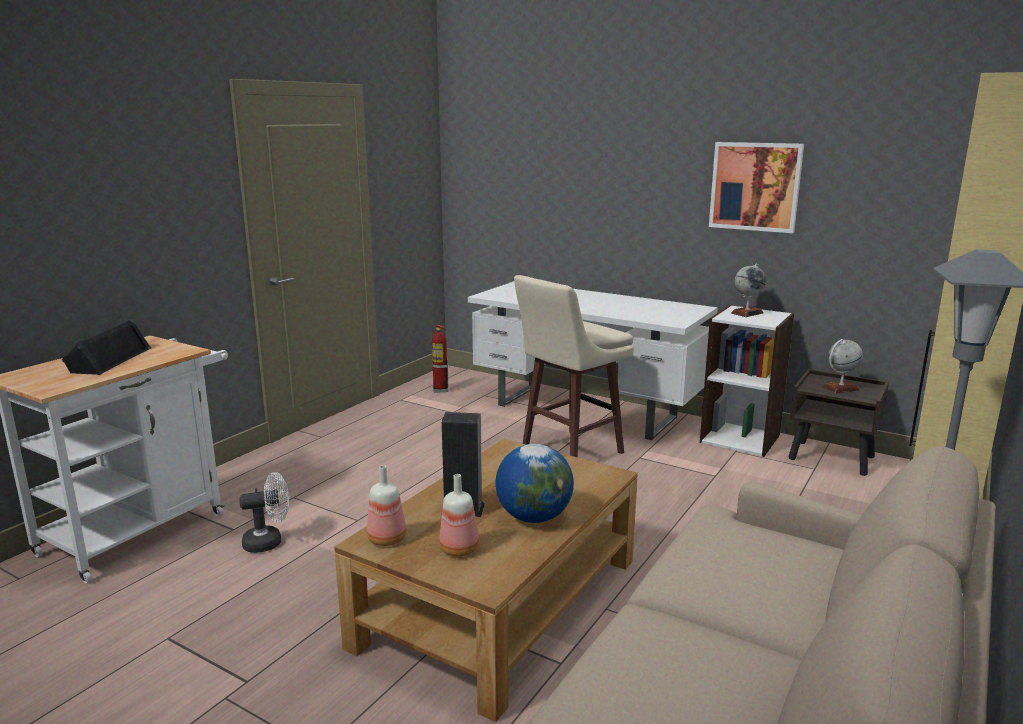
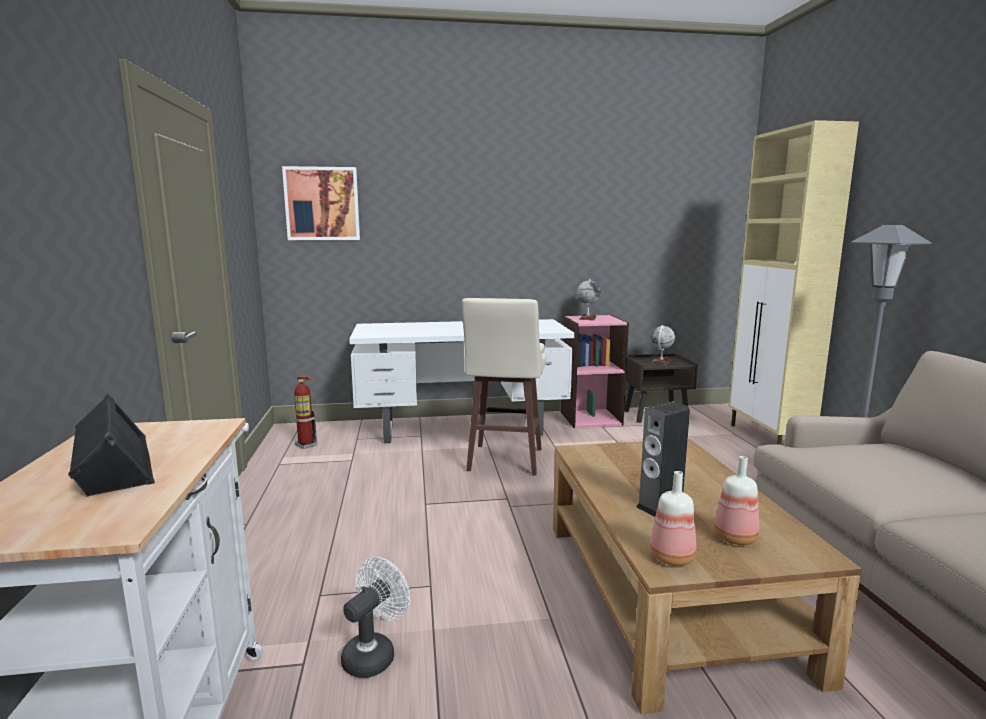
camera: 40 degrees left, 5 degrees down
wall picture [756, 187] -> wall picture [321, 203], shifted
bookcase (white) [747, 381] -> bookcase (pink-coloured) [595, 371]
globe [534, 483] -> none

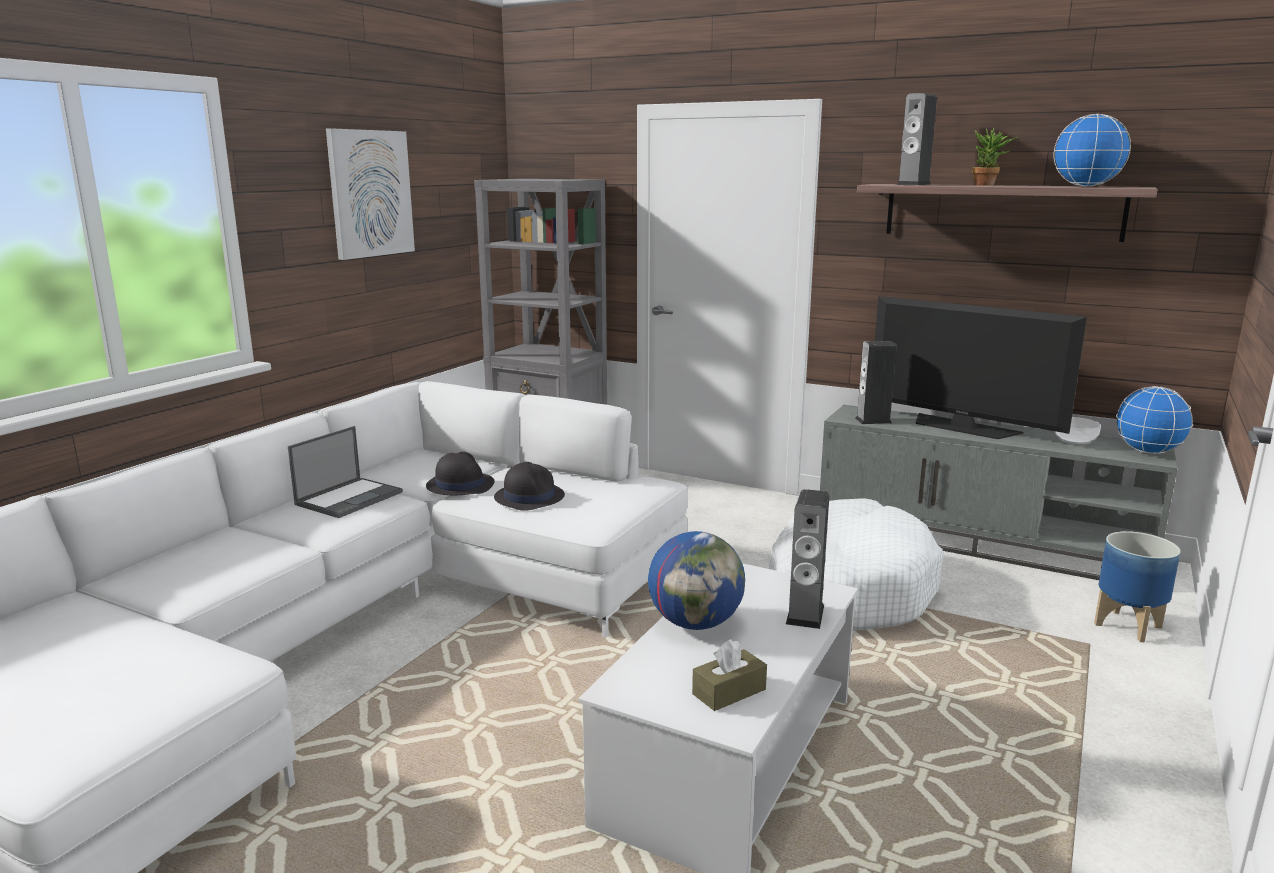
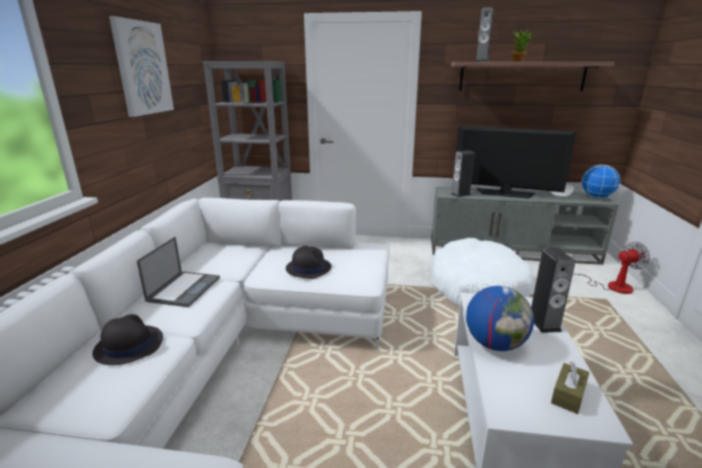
camera: 20 degrees left, 5 degrees up
hat (blackish) [460, 473] -> hat (blackish) [127, 339], shifted
planter [1137, 586] -> fan [613, 268]
globe [1092, 150] -> none

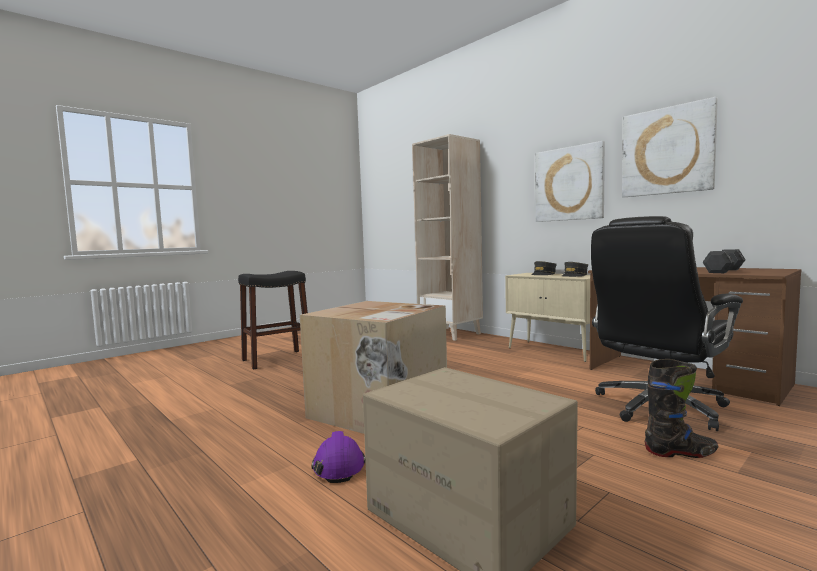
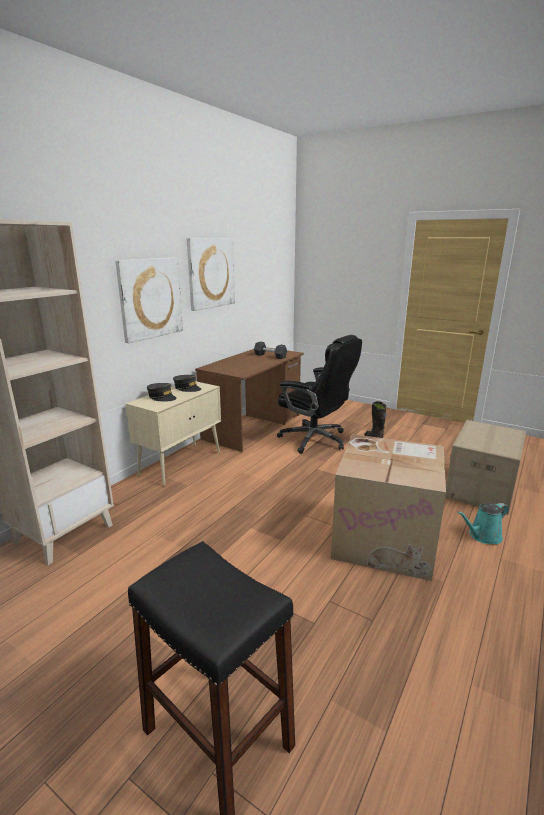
camera: 105 degrees left, 15 degrees up
hard hat (purple) [338, 457] -> watering can (turquoise) [483, 523]

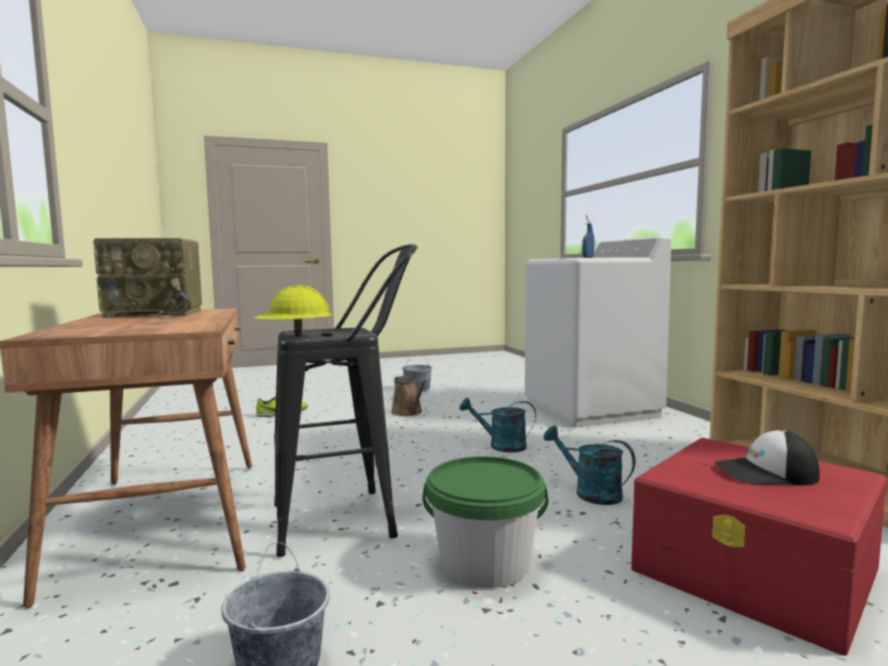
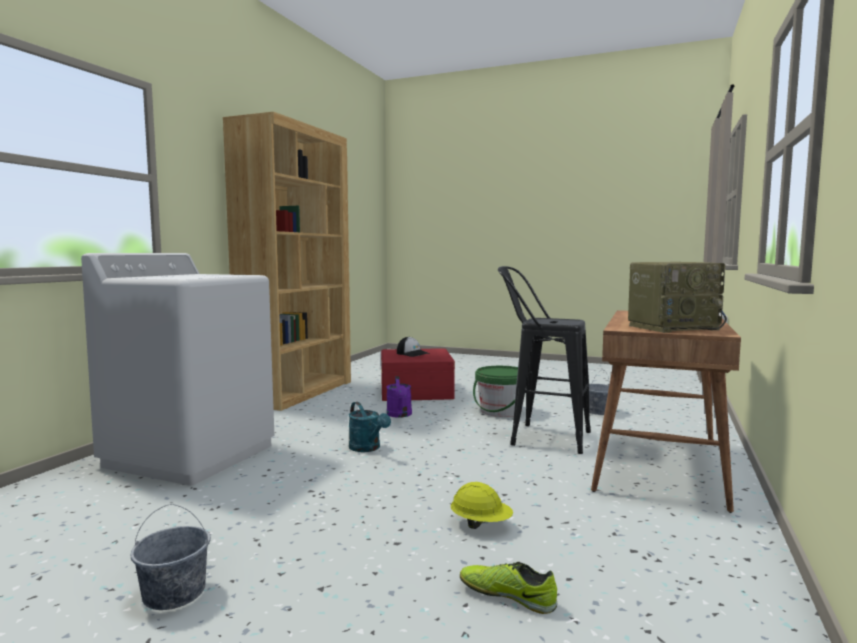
camera: 140 degrees left, 0 degrees up
watering can (turquoise) [589, 465] -> watering can (purple) [399, 397]
hard hat (yellowish) [293, 310] -> hard hat (yellowish) [482, 505], shifted
radio set [147, 278] -> radio set [677, 297], 135 degrees clockwise
watering can (brown-coloured) [409, 396] -> none
spray bottle (bluish) [588, 236] -> none

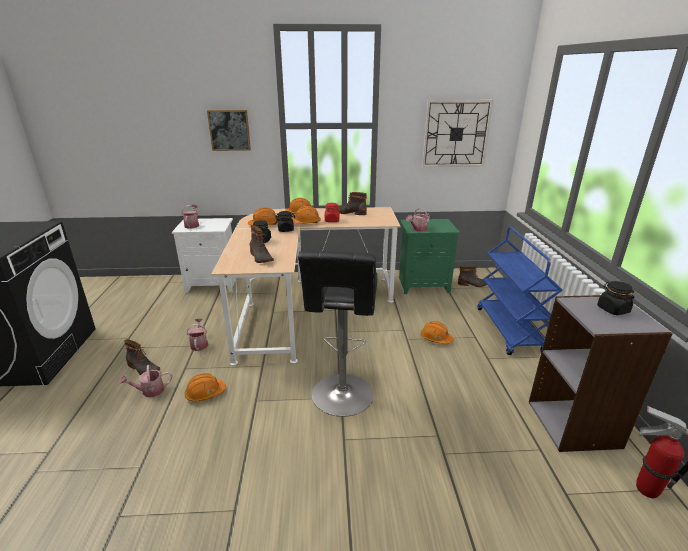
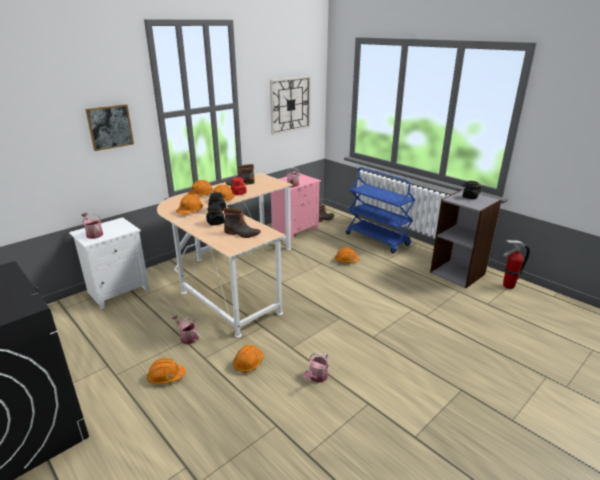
camera: 40 degrees left, 0 degrees up
high-top boot [142, 357] -> hard hat (orange-coloured) [166, 371]
nightstand (green) [429, 256] -> nightstand (pink-coloured) [296, 207]
watering can [146, 381] -> watering can [316, 368], shifted
stool seat (blackish) [338, 333] -> none

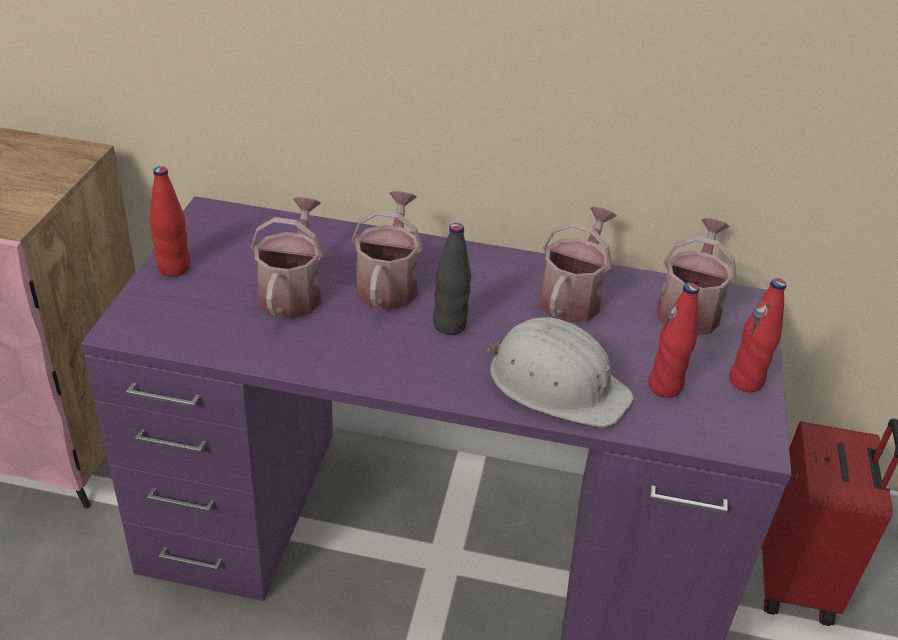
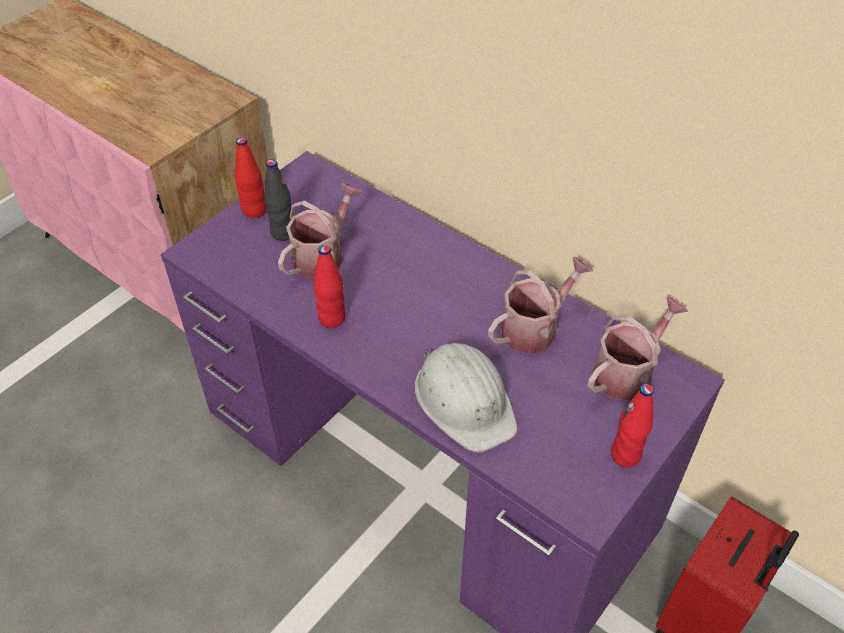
camera: 30 degrees right, 10 degrees up
bottle (blackish) [452, 279] -> bottle (blackish) [277, 200], shifted
bottle (red) [673, 340] -> bottle (red) [330, 286], shifted
watering can [387, 250] -> none

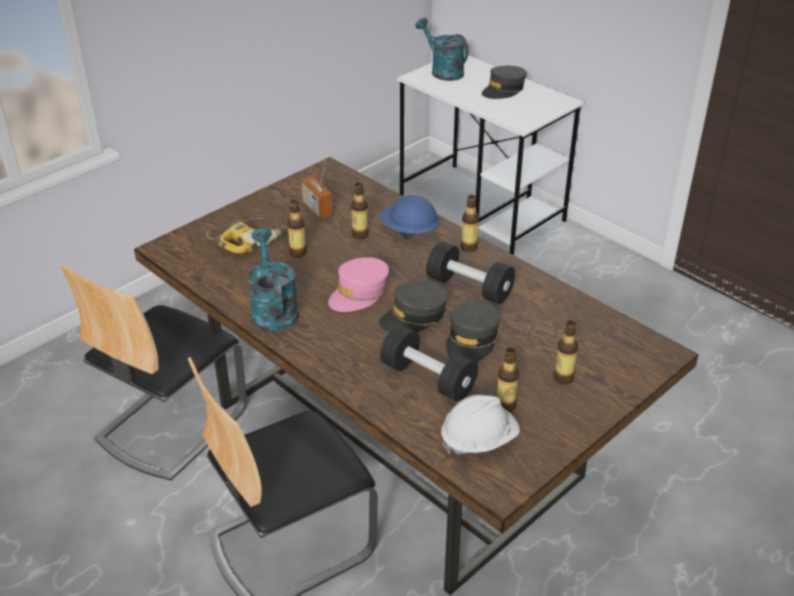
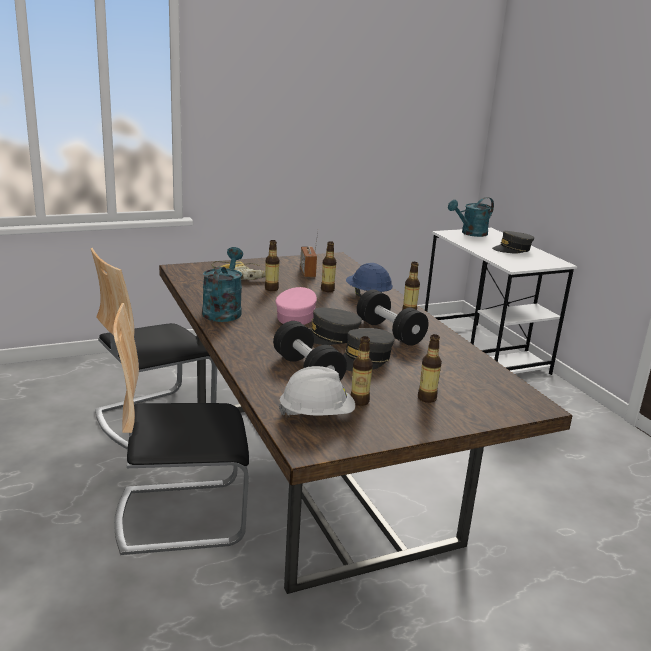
camera: 20 degrees right, 15 degrees down
peaked cap (pink-coloured) [358, 284] -> peaked cap (pink-coloured) [296, 306], 135 degrees clockwise
watering can (turquoise) [442, 49] -> watering can (turquoise) [471, 217], 105 degrees counterclockwise

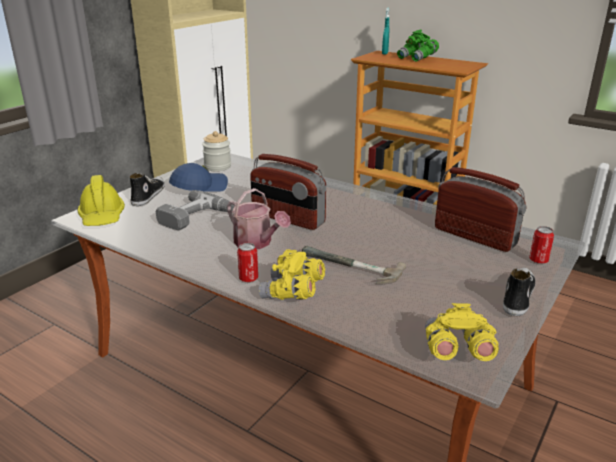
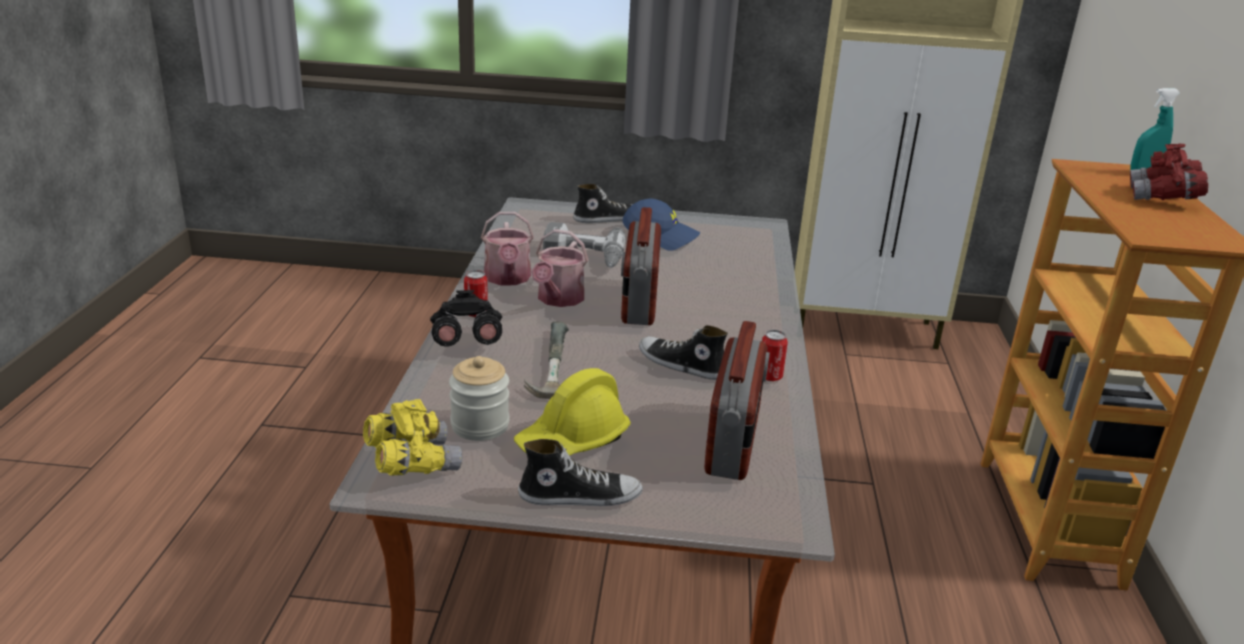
camera: 60 degrees right, 0 degrees up
binoculars (yellowish) [291, 274] -> binoculars (blackish) [466, 318]
preserve jar [216, 151] -> preserve jar [479, 398], shifted
none -> watering can [507, 248]
hard hat (yellowish) [101, 200] -> hard hat (yellowish) [572, 412], shifted
none -> shoe [683, 352]
sealed can [541, 245] -> sealed can [775, 355], shifted
binoculars (green) [418, 46] -> binoculars (red) [1169, 172]

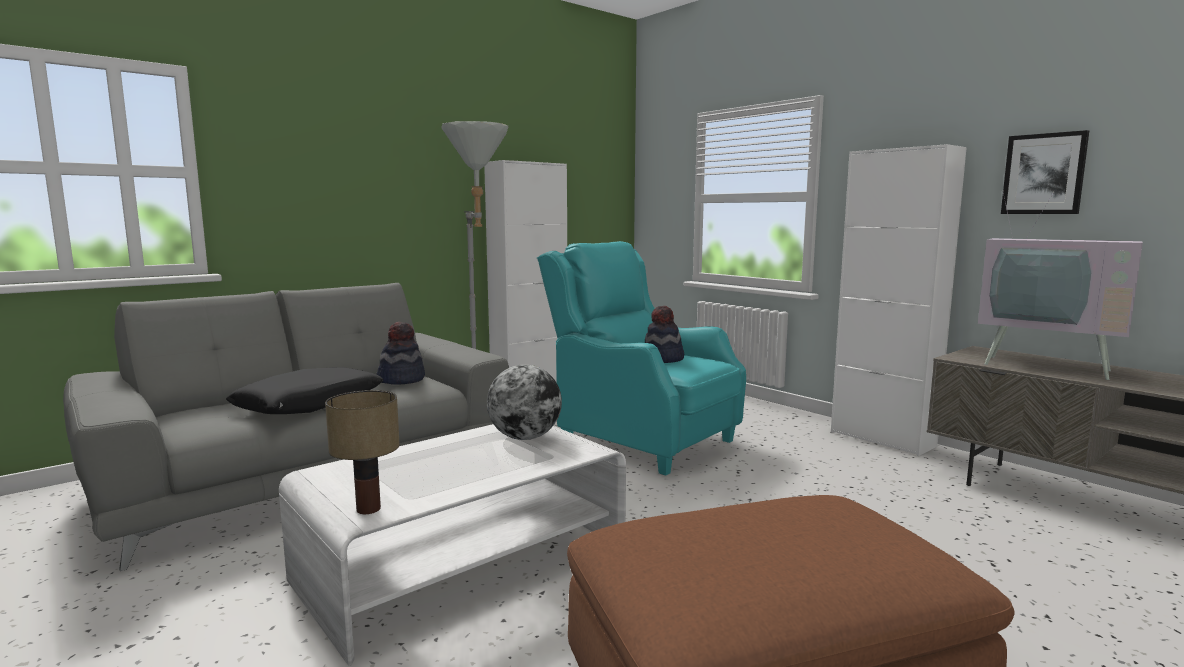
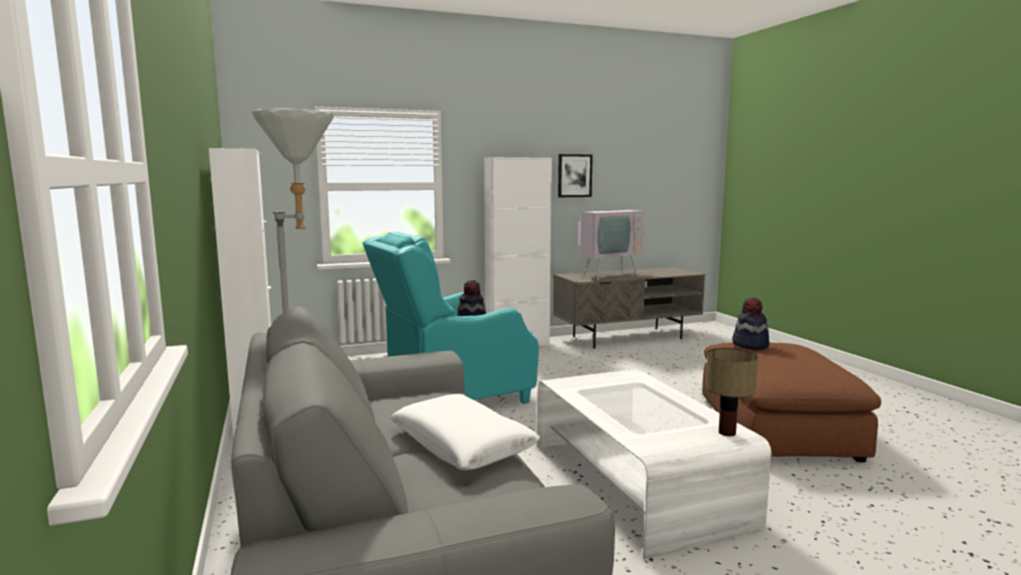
camera: 70 degrees left, 0 degrees up
pillow (blackish) [305, 390] -> pillow (white) [465, 432]
hat [400, 353] -> hat [751, 323], shifted
globe [524, 402] -> none

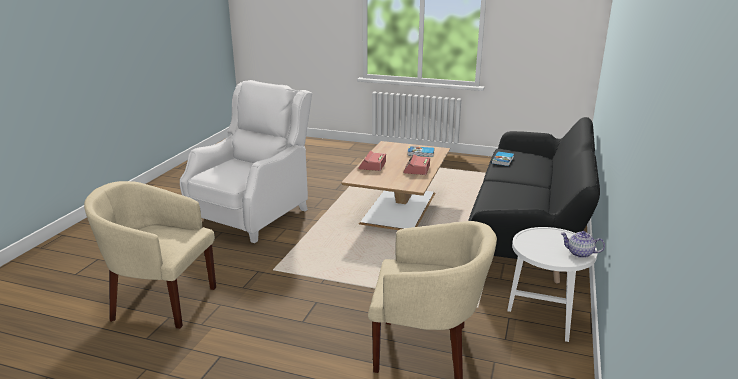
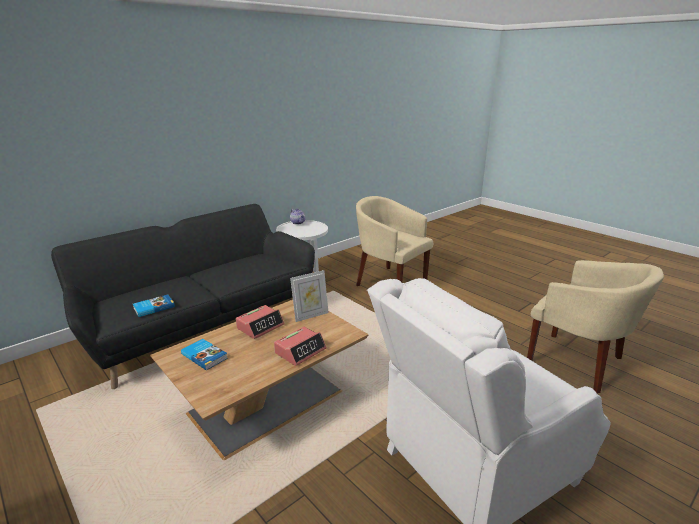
camera: 150 degrees left, 0 degrees up
none -> standing frame [309, 296]

